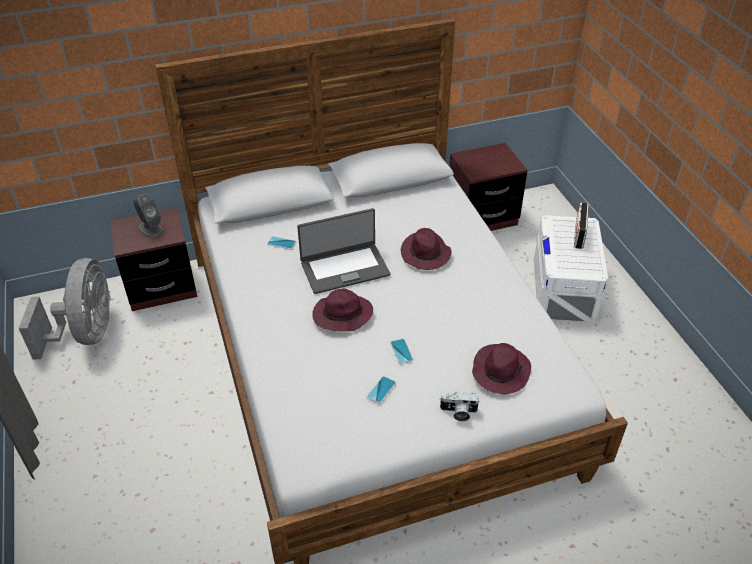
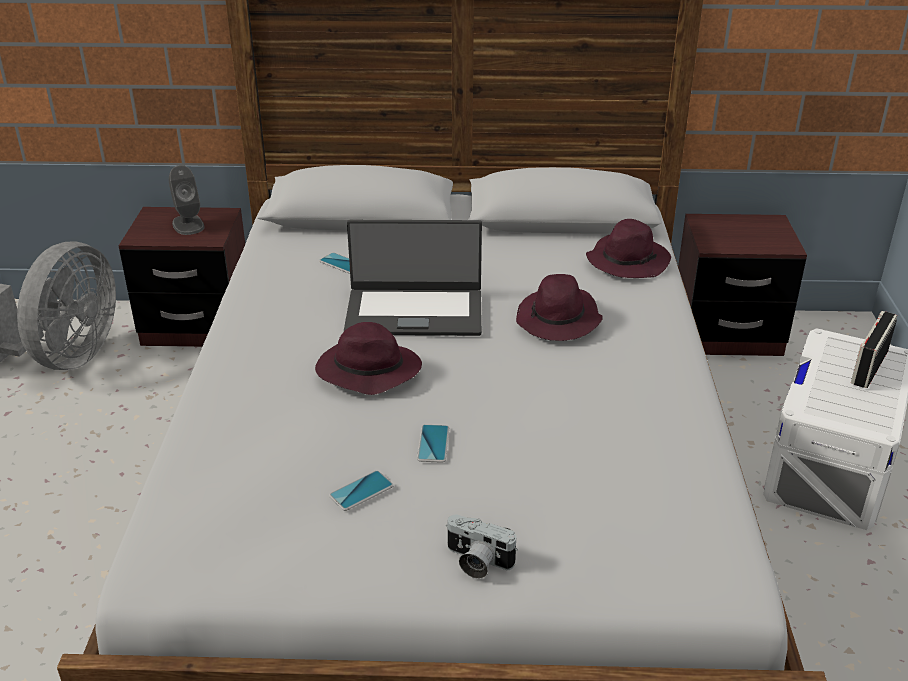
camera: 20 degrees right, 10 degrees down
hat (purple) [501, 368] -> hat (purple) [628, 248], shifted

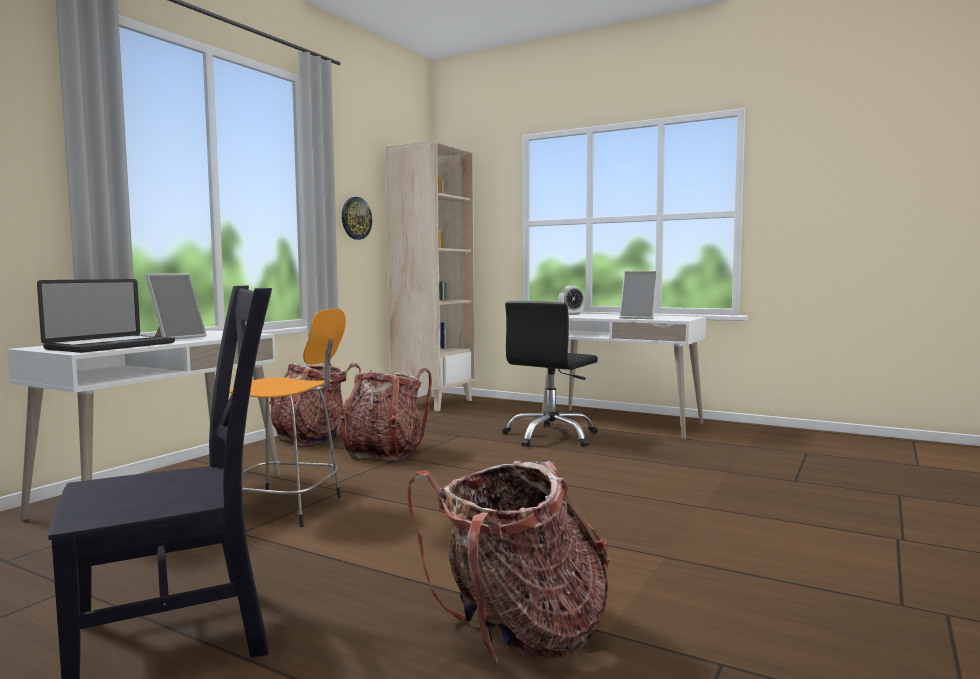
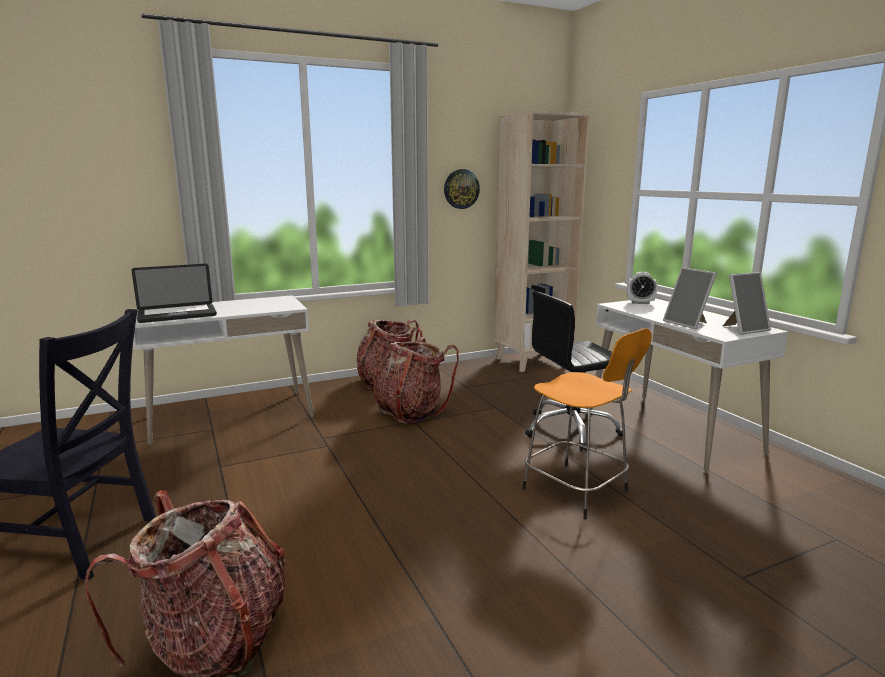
camera: 35 degrees right, 10 degrees up
stool seat (orange-coloured) [287, 417] -> stool seat (orange-coloured) [587, 424], shifted
standing frame [176, 306] -> standing frame [747, 303], shifted

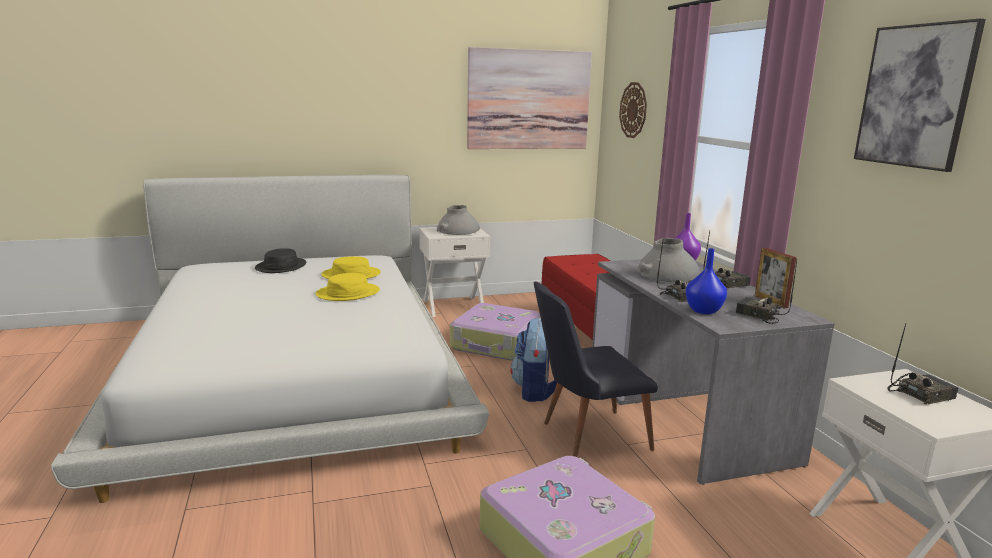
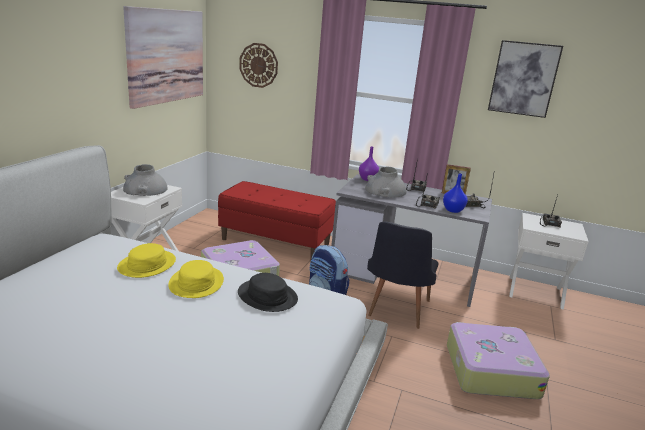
camera: 55 degrees left, 5 degrees up
hat (blackish) [281, 261] -> hat (blackish) [268, 292], shifted

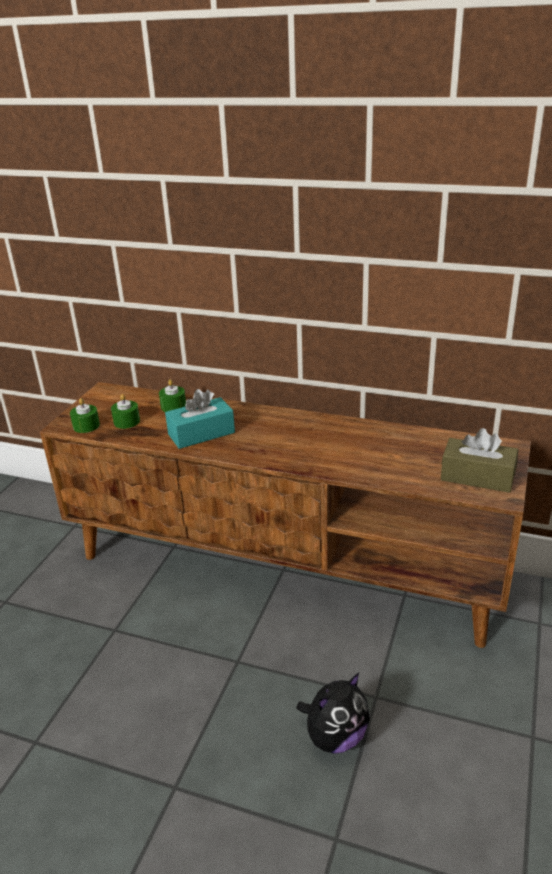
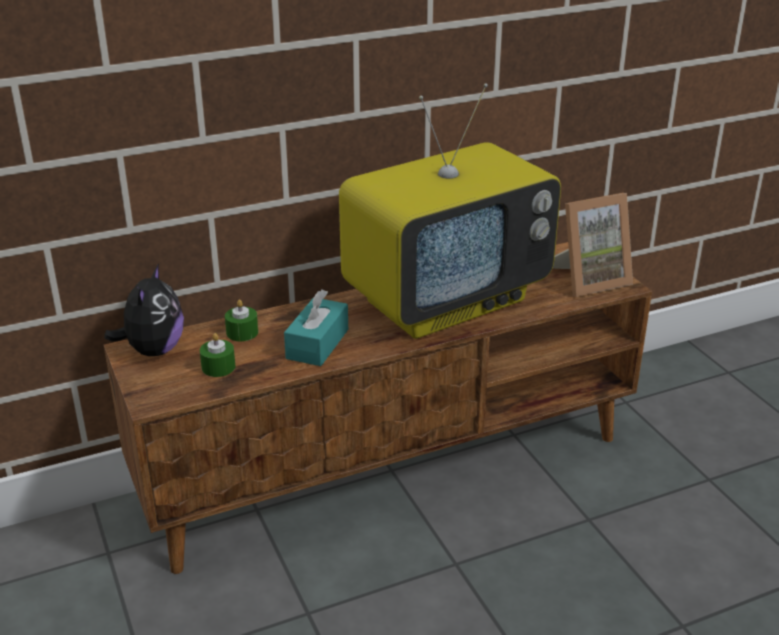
camera: 45 degrees left, 0 degrees up
plush toy [333, 713] -> plush toy [144, 309], shifted
none -> TV set [450, 211]
tissue holder (brown-coloured) [479, 460] -> standing frame [592, 245]
candle (green) [85, 415] -> none

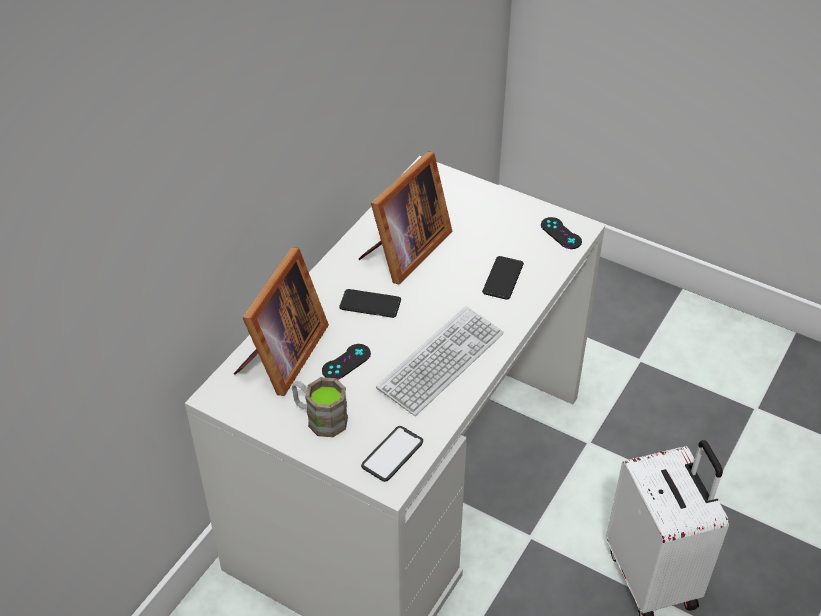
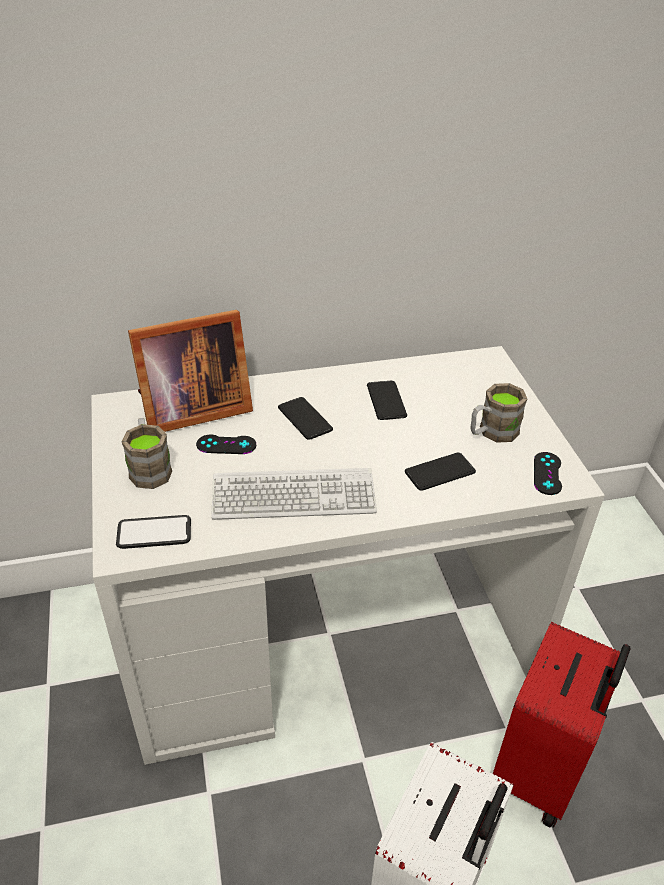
camera: 45 degrees right, 5 degrees down
standing frame [405, 218] -> handset [387, 400]
none -> mug (brown-coloured) [498, 413]
none -> piece of luggage (red) [562, 725]

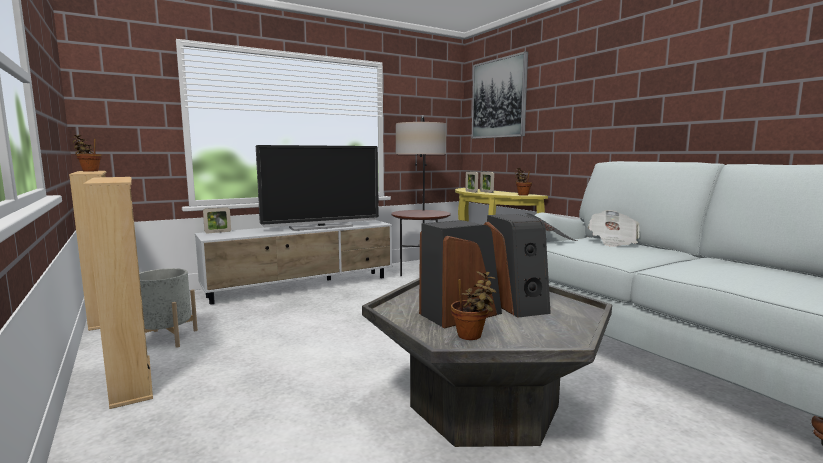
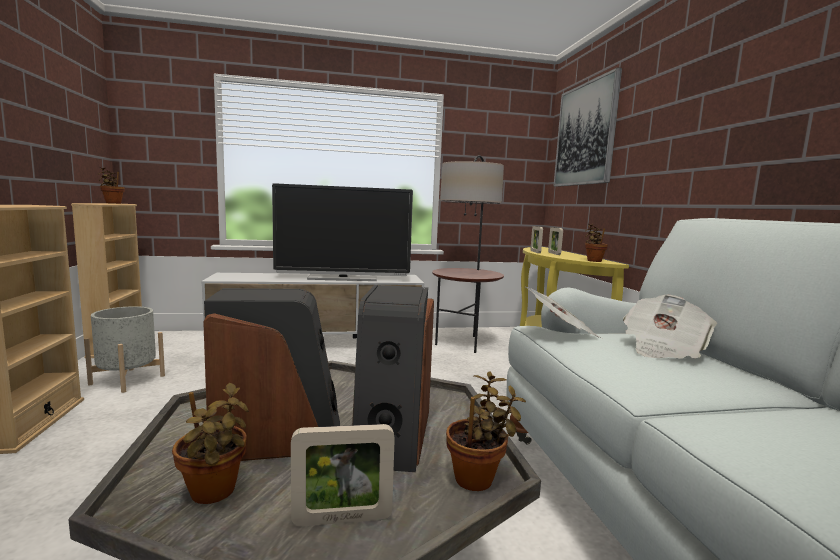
camera: 20 degrees right, 0 degrees up
standing frame [217, 220] -> standing frame [343, 475], shifted
none -> plant in a pot [486, 431]

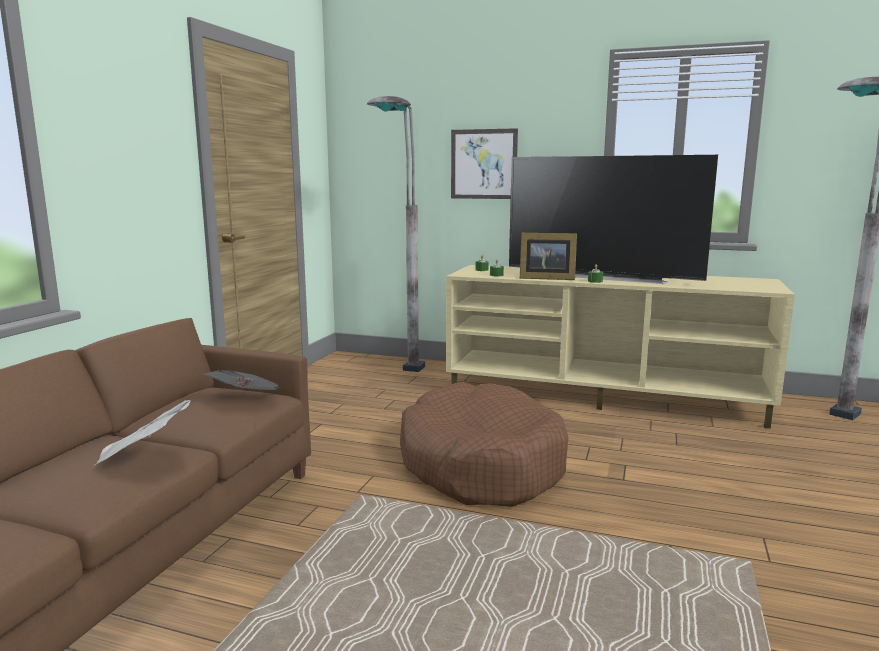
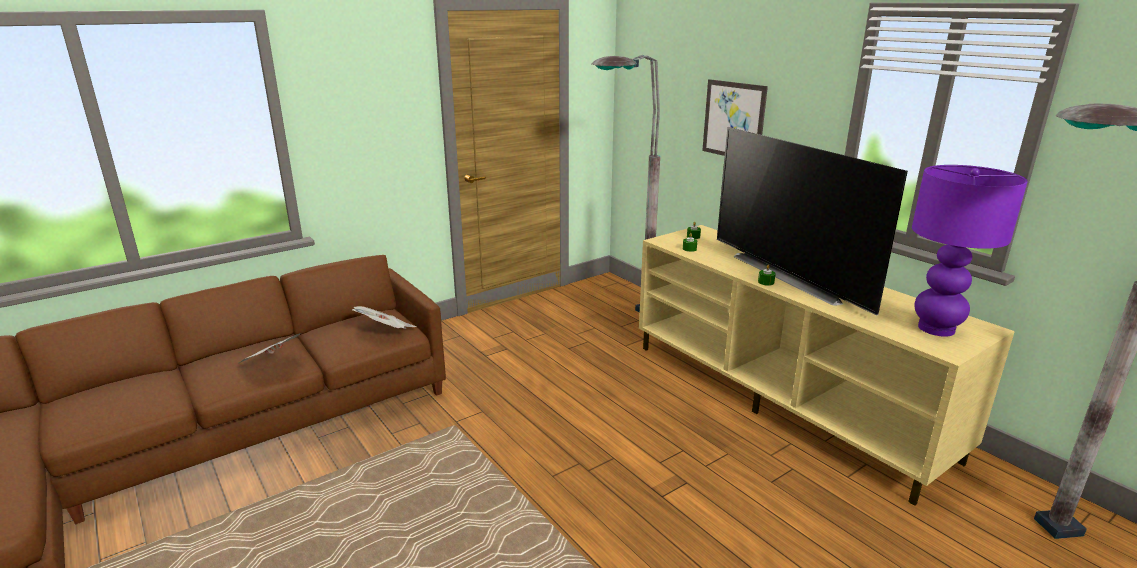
camera: 35 degrees right, 10 degrees up
none -> table lamp (purple) [970, 251]
dog bed (brown-coloured) [484, 444] -> none
standing frame [548, 256] -> none

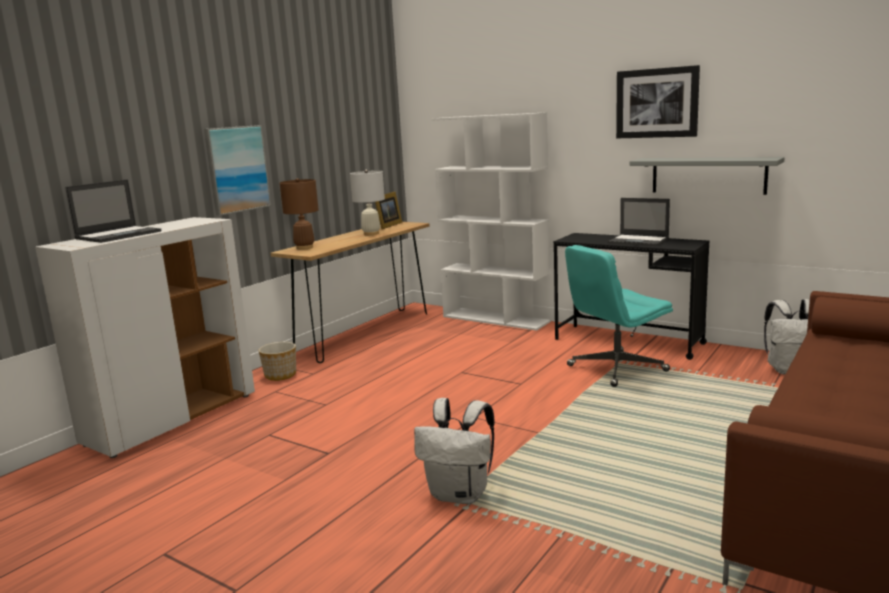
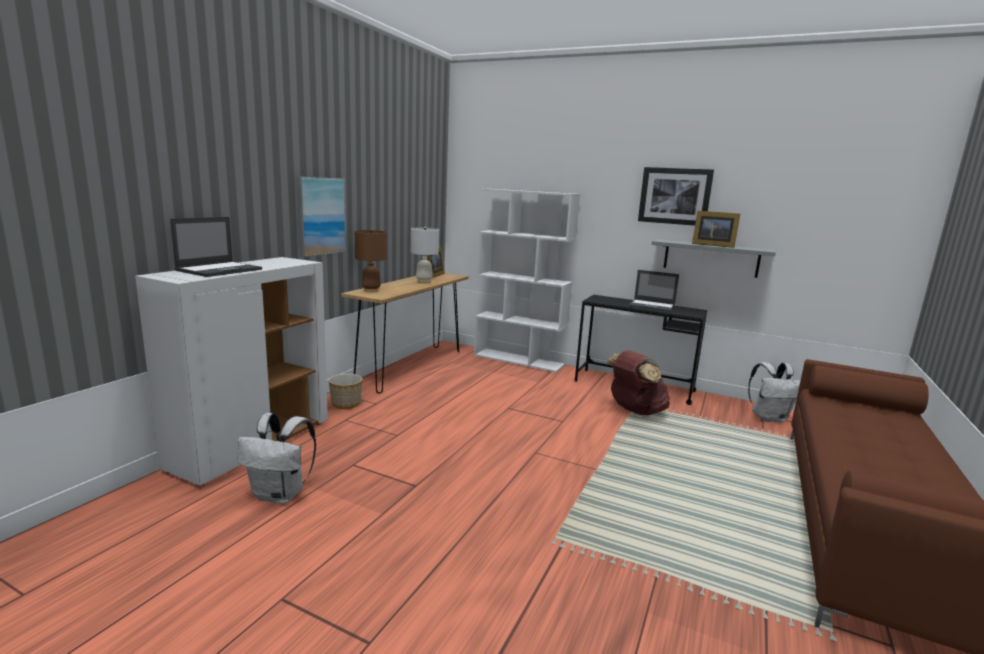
camera: 10 degrees left, 0 degrees up
knapsack (white) [454, 451] -> knapsack (white) [277, 458], shifted
computer chair (turquoise) [619, 316] -> knapsack (brown-coloured) [637, 382]
none -> standing frame [716, 229]

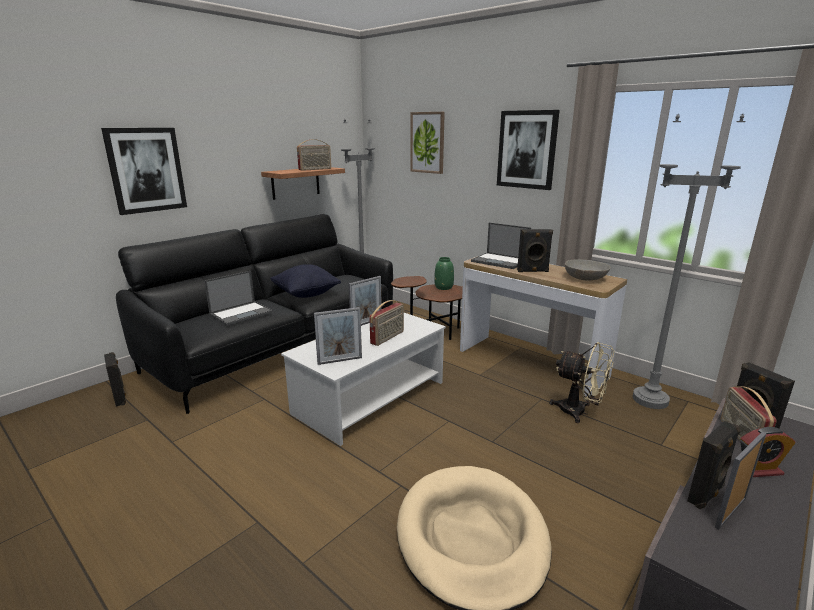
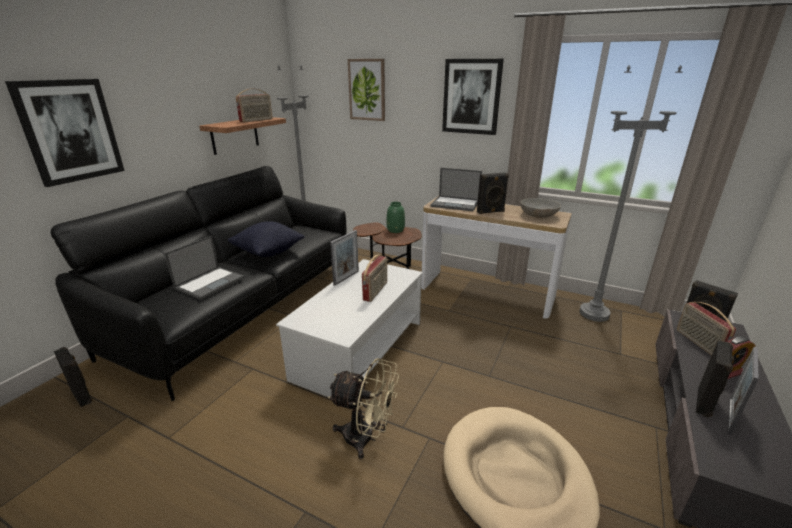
camera: 15 degrees left, 5 degrees up
fan (sand-coloured) [582, 382] -> fan (sand-coloured) [363, 408], shifted
standing frame [338, 336] -> none

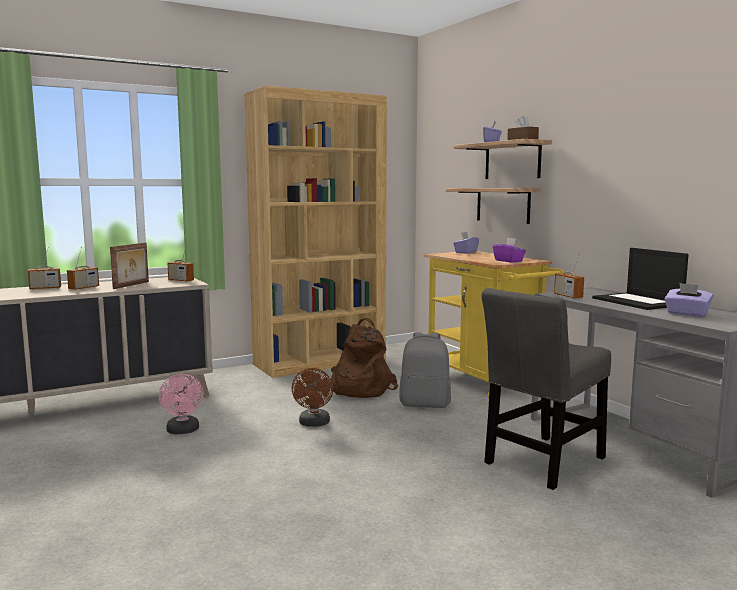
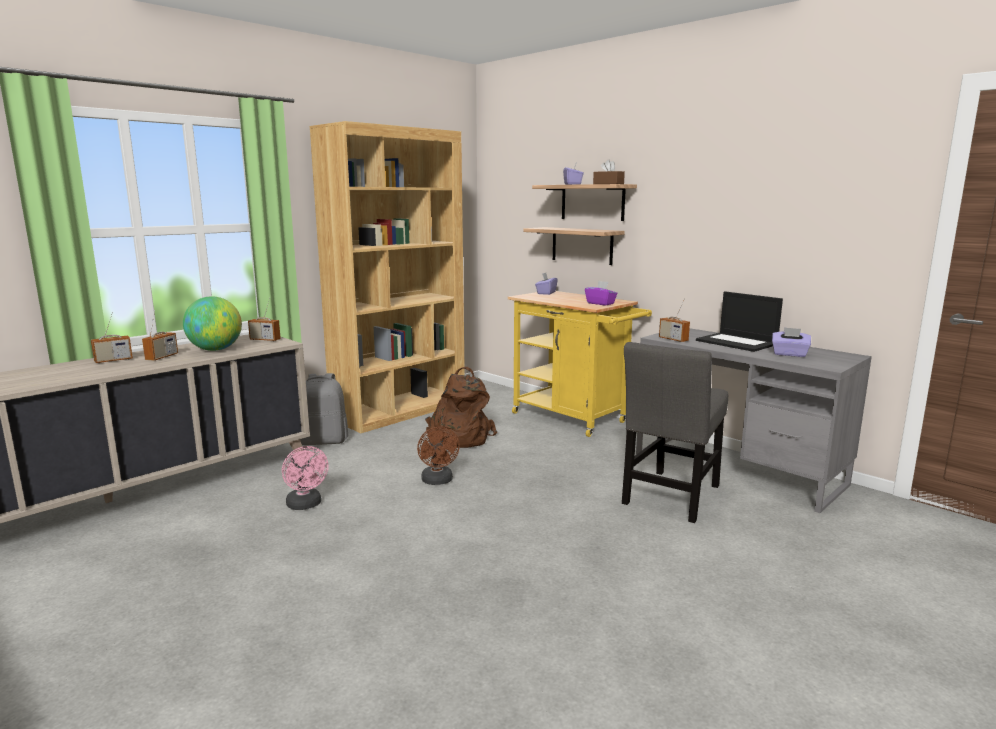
camera: 15 degrees left, 5 degrees up
standing frame [129, 265] -> globe [212, 323]
knapsack (gray) [425, 370] -> knapsack (gray) [324, 409], shifted

